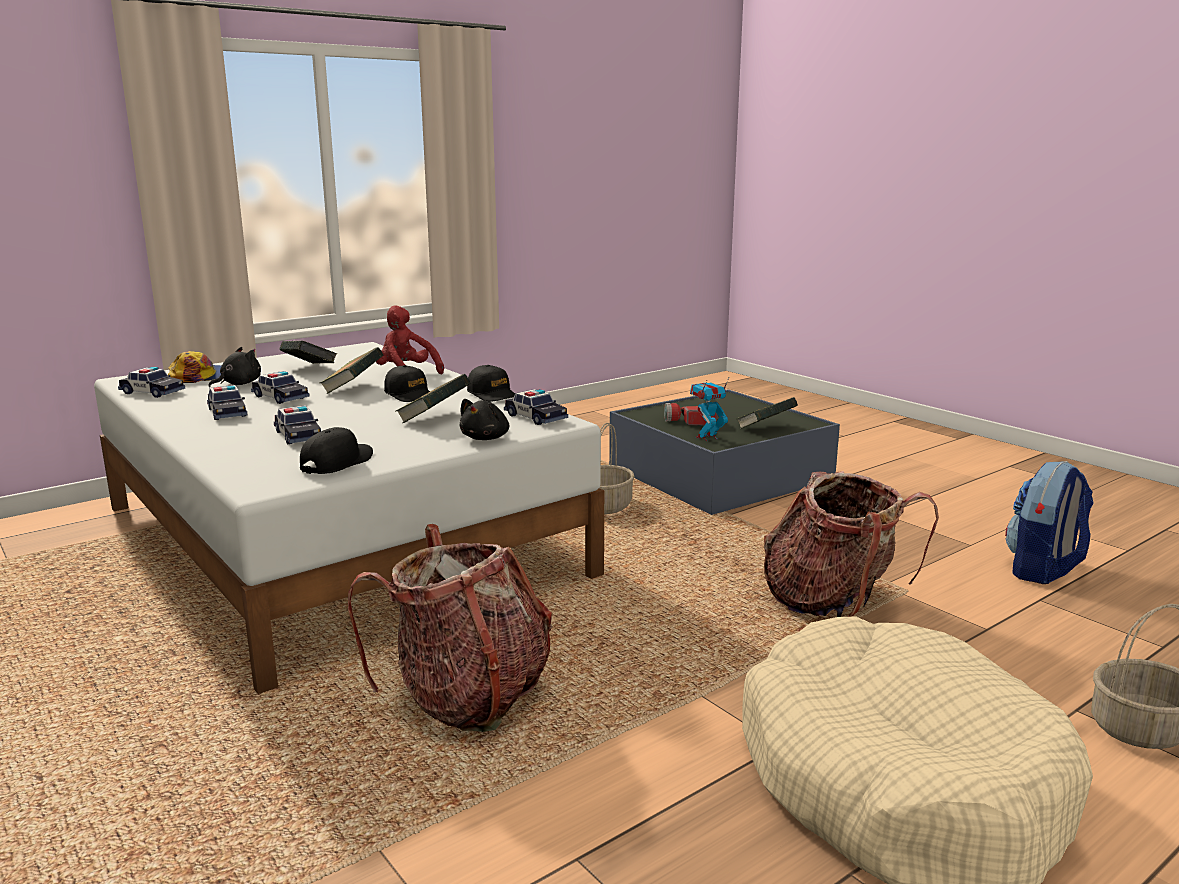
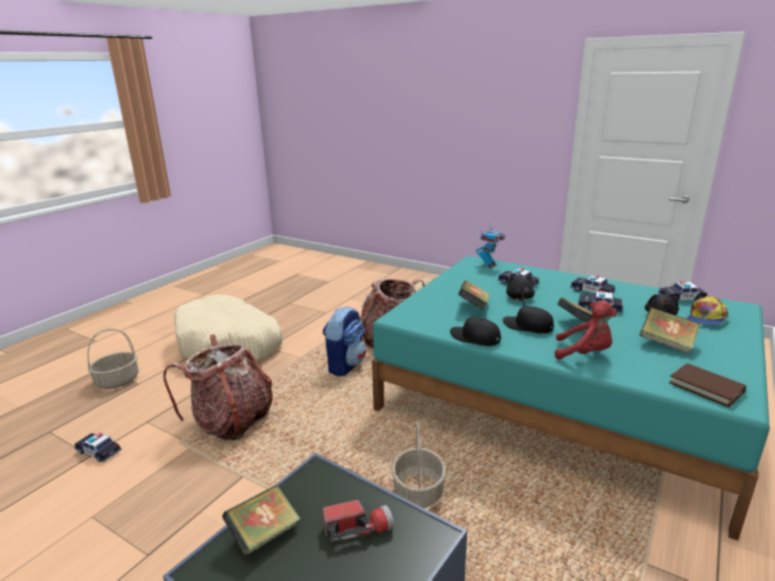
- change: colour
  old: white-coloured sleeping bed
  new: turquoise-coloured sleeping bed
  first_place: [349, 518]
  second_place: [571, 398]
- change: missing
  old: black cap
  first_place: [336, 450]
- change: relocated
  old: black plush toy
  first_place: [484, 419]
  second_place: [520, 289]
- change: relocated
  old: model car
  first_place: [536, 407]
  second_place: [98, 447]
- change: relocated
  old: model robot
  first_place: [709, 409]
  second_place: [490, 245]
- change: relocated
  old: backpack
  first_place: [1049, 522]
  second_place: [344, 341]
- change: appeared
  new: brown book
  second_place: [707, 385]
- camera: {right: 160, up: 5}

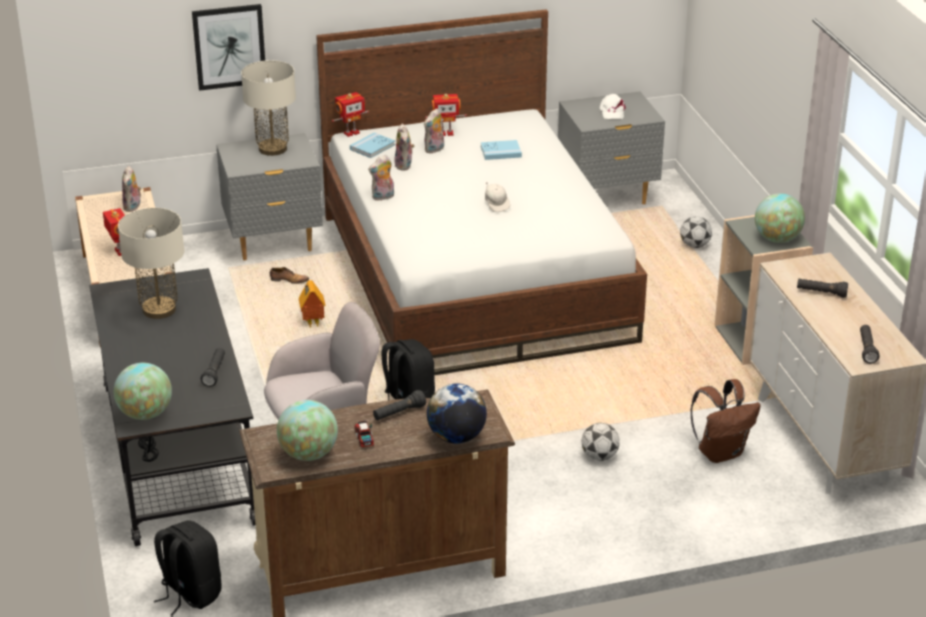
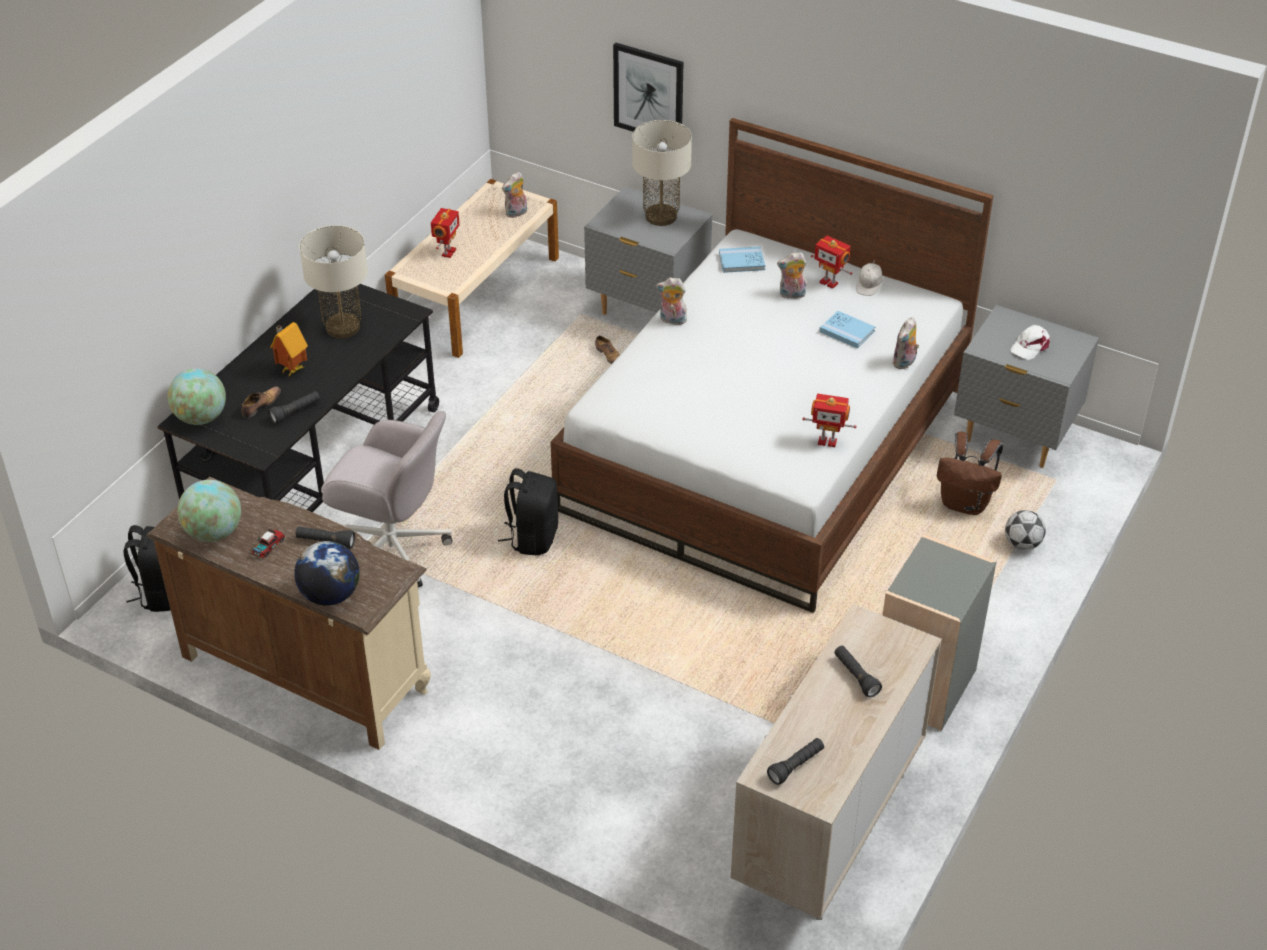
- change: relocated
  old: miniature house
  first_place: [312, 304]
  second_place: [289, 349]
- change: relocated
  old: model robot
  first_place: [350, 114]
  second_place: [829, 420]
- change: relocated
  old: plush toy
  first_place: [404, 147]
  second_place: [905, 343]
- change: relocated
  old: white-coloured cap
  first_place: [497, 197]
  second_place: [869, 278]
- change: missing
  old: football ball
  first_place: [601, 442]
- change: relocated
  old: brown backpack
  first_place: [725, 421]
  second_place: [970, 473]
- change: missing
  old: globe
  first_place: [780, 218]
- change: appeared
  new: shoe
  second_place: [261, 402]
- camera: {right: 45, up: 10}

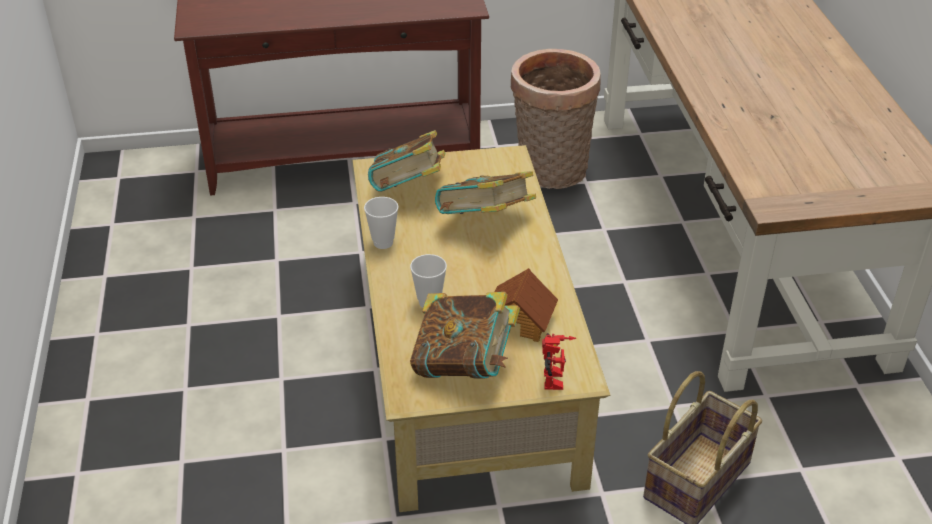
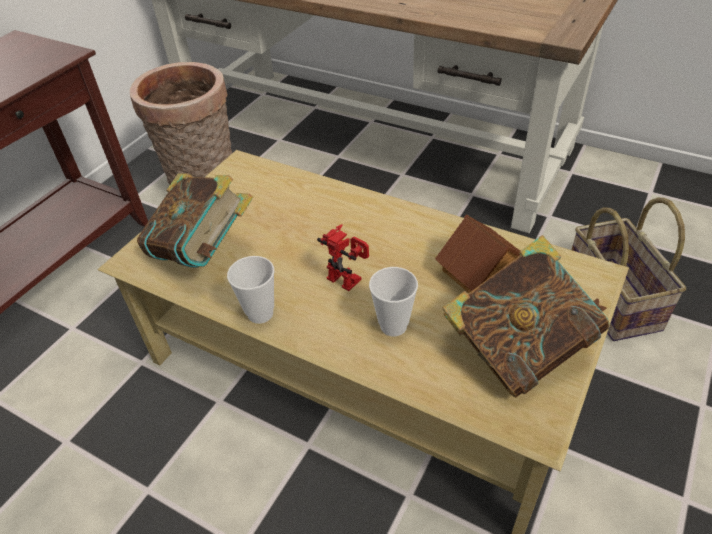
- change: missing
  old: book
  first_place: [485, 192]
- change: relocated
  old: model robot
  first_place: [559, 361]
  second_place: [343, 257]
- camera: {right: -50, up: 5}

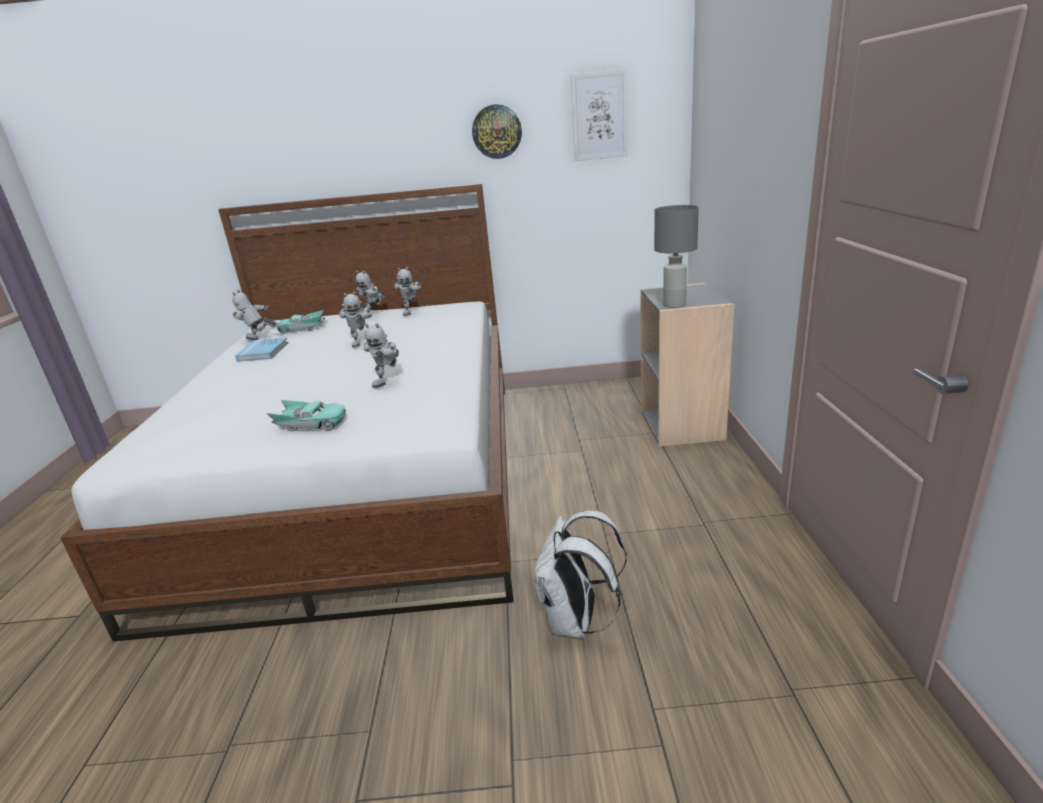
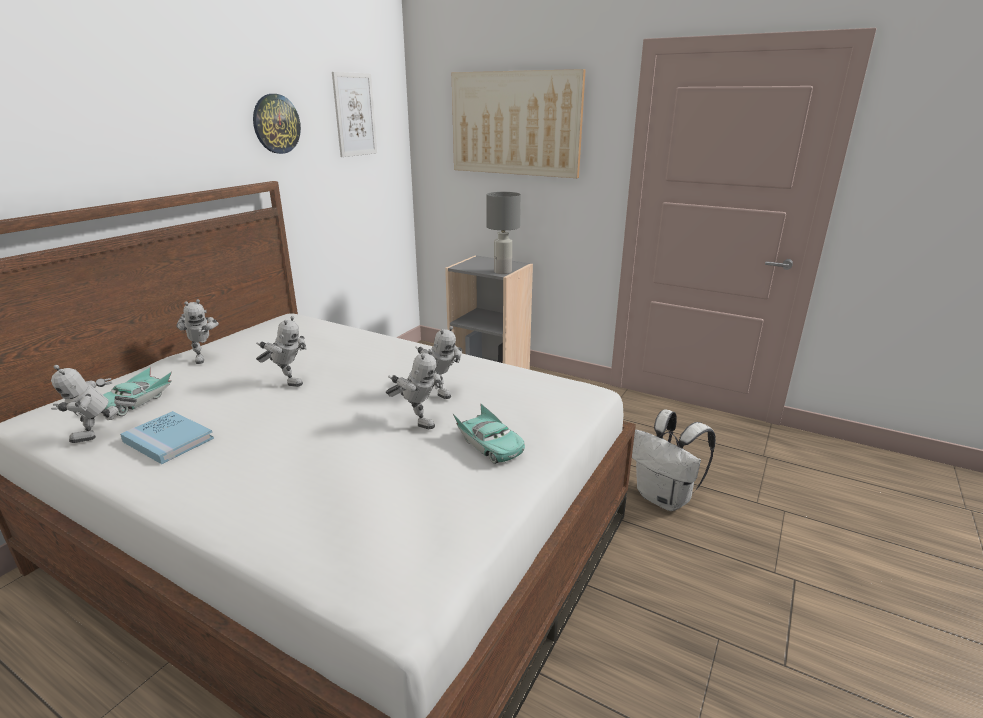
- change: spun
  old: turquoise-coloured model car
  first_place: [306, 415]
  second_place: [489, 433]
  degrees: 105
- change: relocated
  old: model robot
  first_place: [407, 291]
  second_place: [414, 389]
- change: appeared
  new: picture
  second_place: [519, 123]
- camera: {right: -60, up: 0}

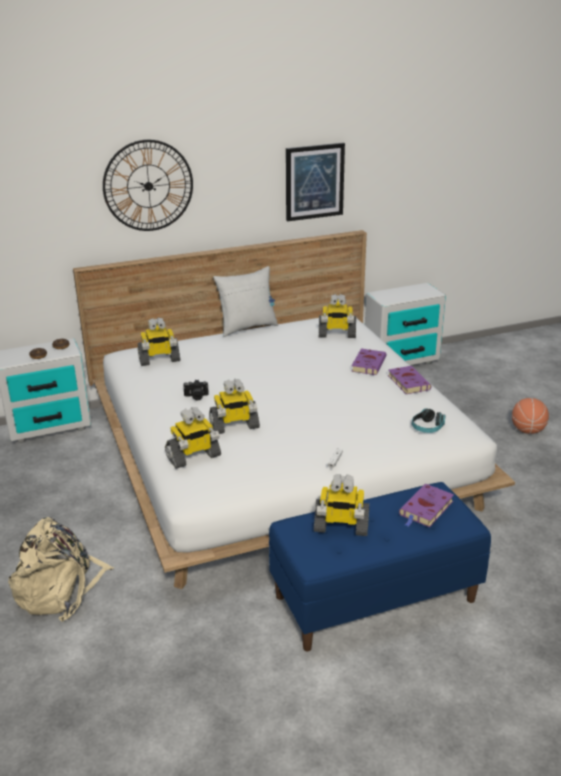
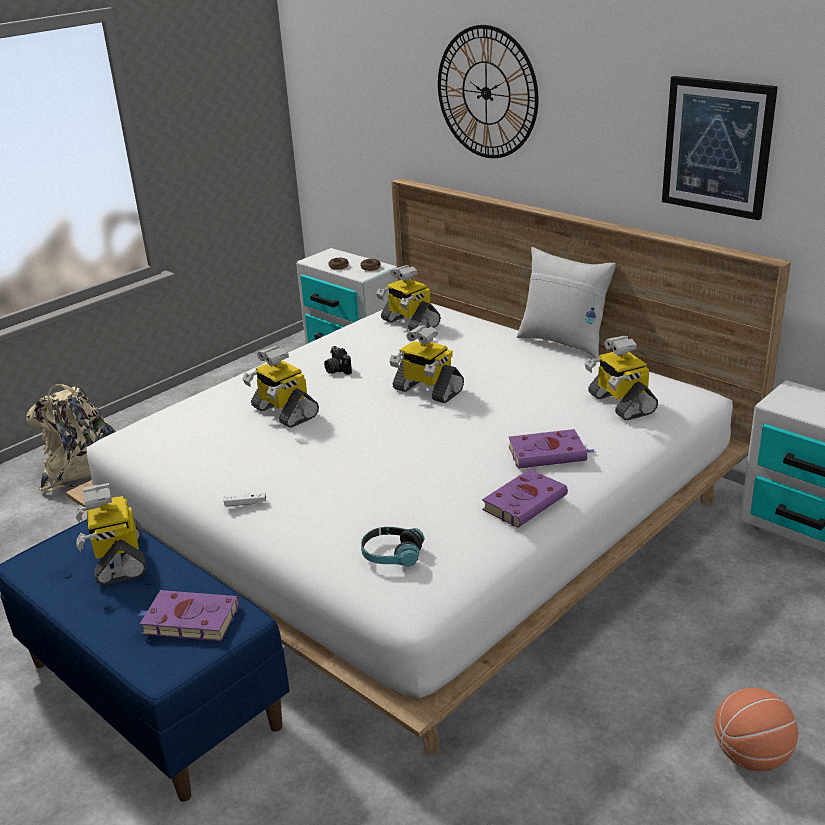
- change: relocated
  old: model robot
  first_place: [193, 438]
  second_place: [426, 364]
- camera: {right: 65, up: 0}

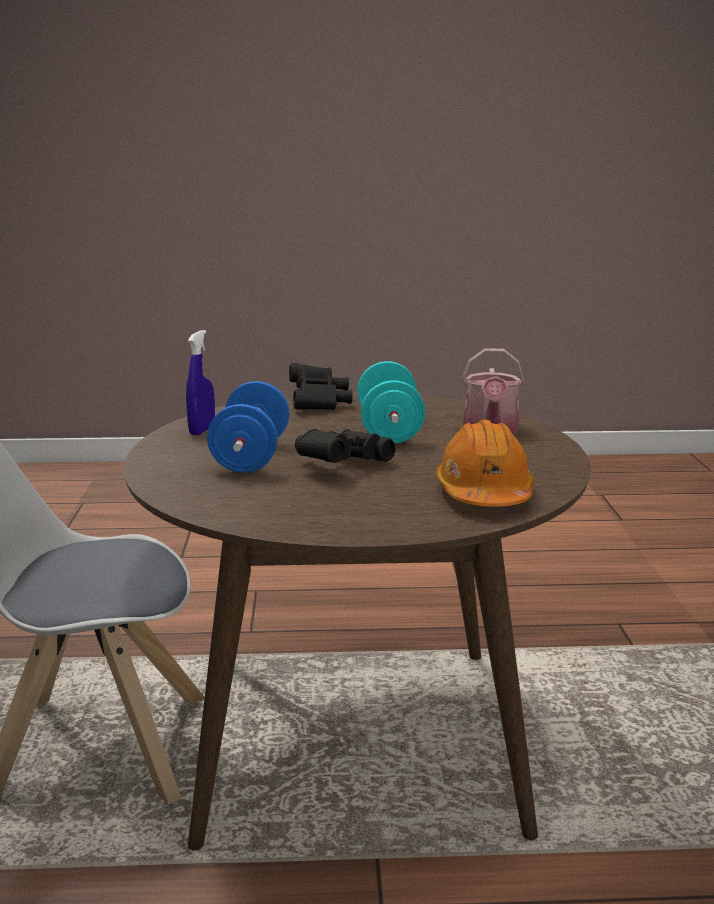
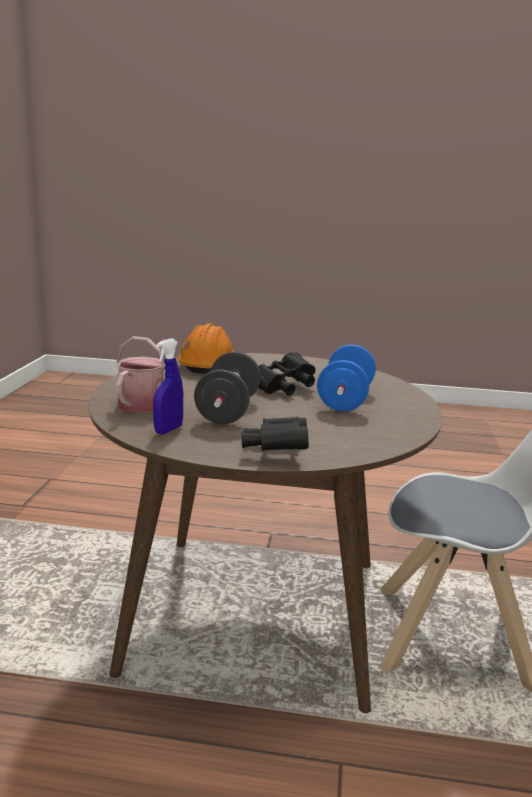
- change: relocated
  old: bluish hand sprayer
  first_place: [200, 382]
  second_place: [168, 386]
- change: colour
  old: turquoise-coloured hand weight
  new: black hand weight
  first_place: [391, 402]
  second_place: [227, 387]
- camera: {right: -170, up: 0}

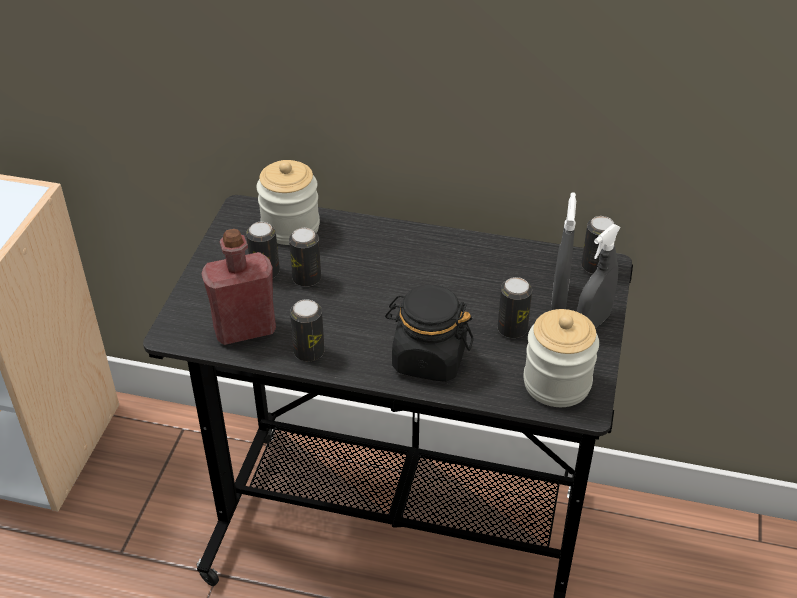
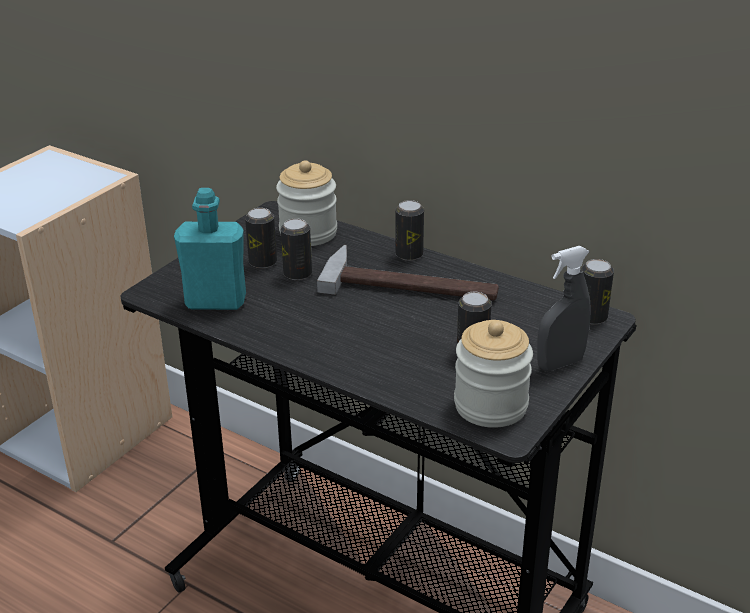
- change: colour
  old: red-coloured bottle
  new: turquoise-coloured bottle
  first_place: [238, 287]
  second_place: [210, 249]
- change: relocated
  old: sealed can
  first_place: [307, 330]
  second_place: [409, 230]
- change: missing
  old: black preserve jar
  first_place: [429, 333]
- change: missing
  old: greyish hand sprayer
  first_place: [563, 251]
- change: appeared
  new: tool hammer
  second_place: [408, 272]
- camera: {right: 20, up: -10}

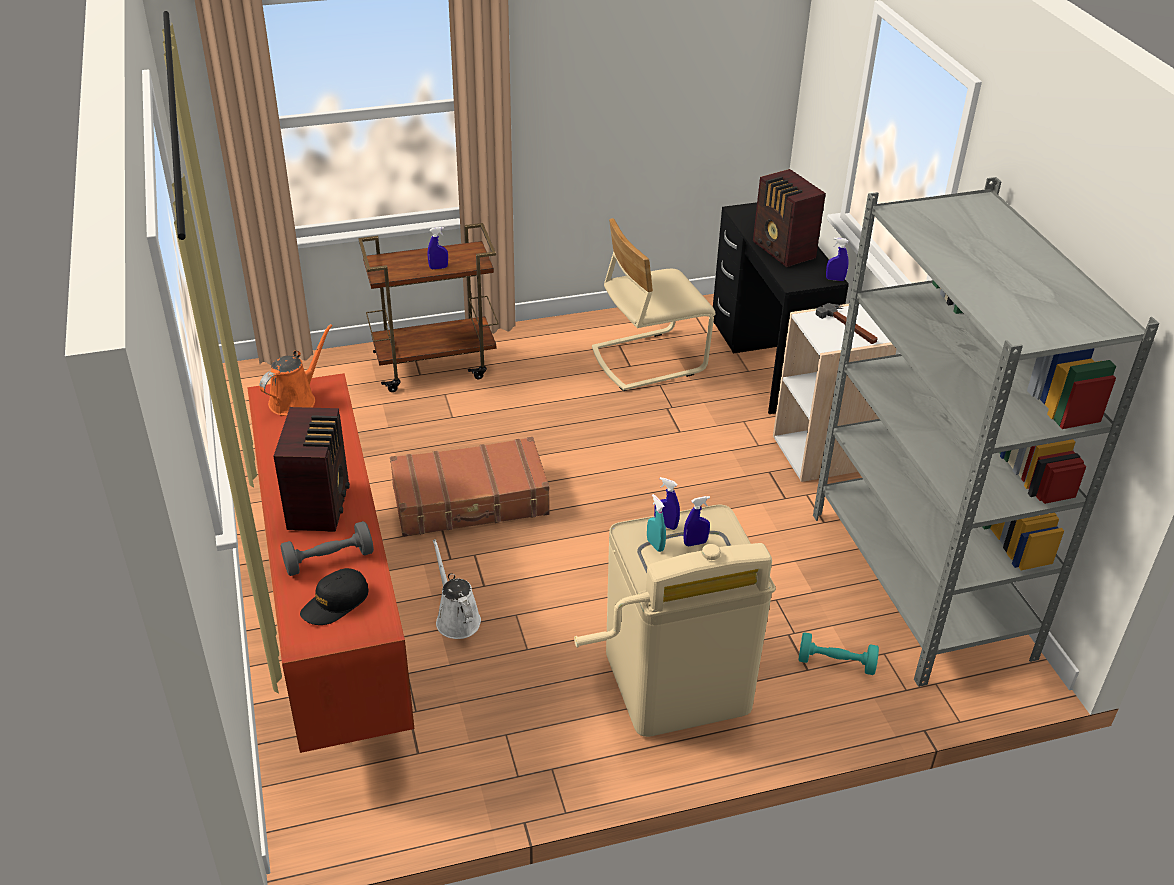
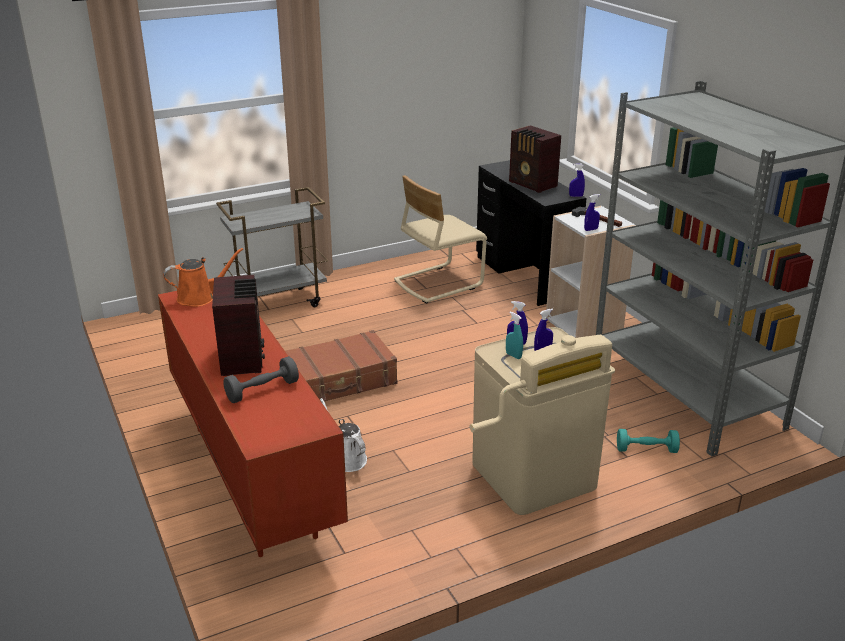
- change: spun
  old: orangey watering can
  first_place: [295, 370]
  second_place: [203, 277]
  degrees: 45
- change: missing
  old: black cap
  first_place: [334, 596]
- change: colour
  old: brown trolley
  new: greyish trolley
  first_place: [428, 307]
  second_place: [272, 247]
- change: relocated
  old: bluish hand sprayer
  first_place: [438, 248]
  second_place: [592, 212]
- camera: {right: -10, up: -10}

